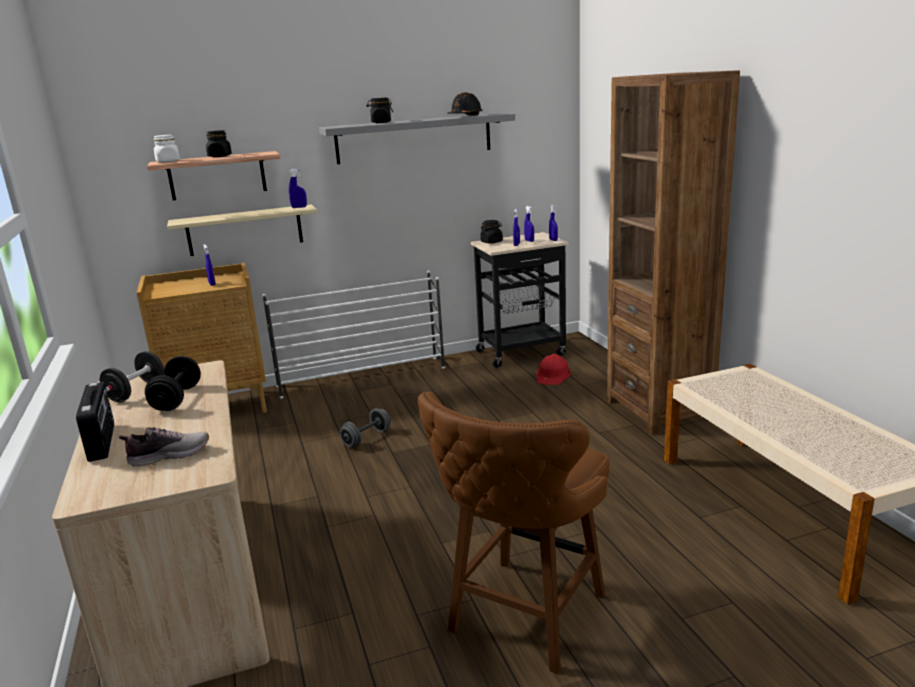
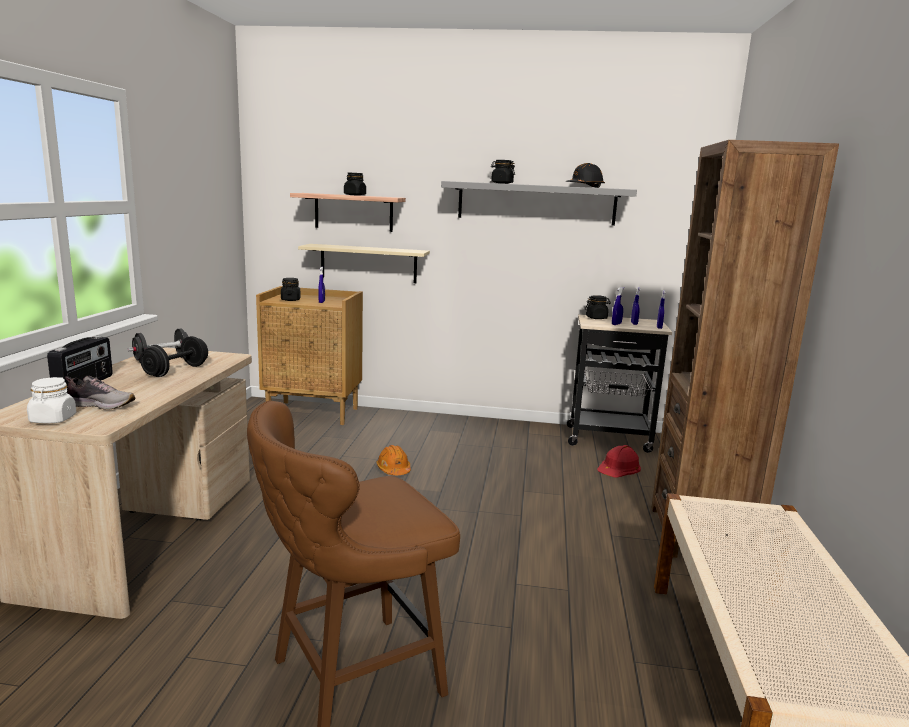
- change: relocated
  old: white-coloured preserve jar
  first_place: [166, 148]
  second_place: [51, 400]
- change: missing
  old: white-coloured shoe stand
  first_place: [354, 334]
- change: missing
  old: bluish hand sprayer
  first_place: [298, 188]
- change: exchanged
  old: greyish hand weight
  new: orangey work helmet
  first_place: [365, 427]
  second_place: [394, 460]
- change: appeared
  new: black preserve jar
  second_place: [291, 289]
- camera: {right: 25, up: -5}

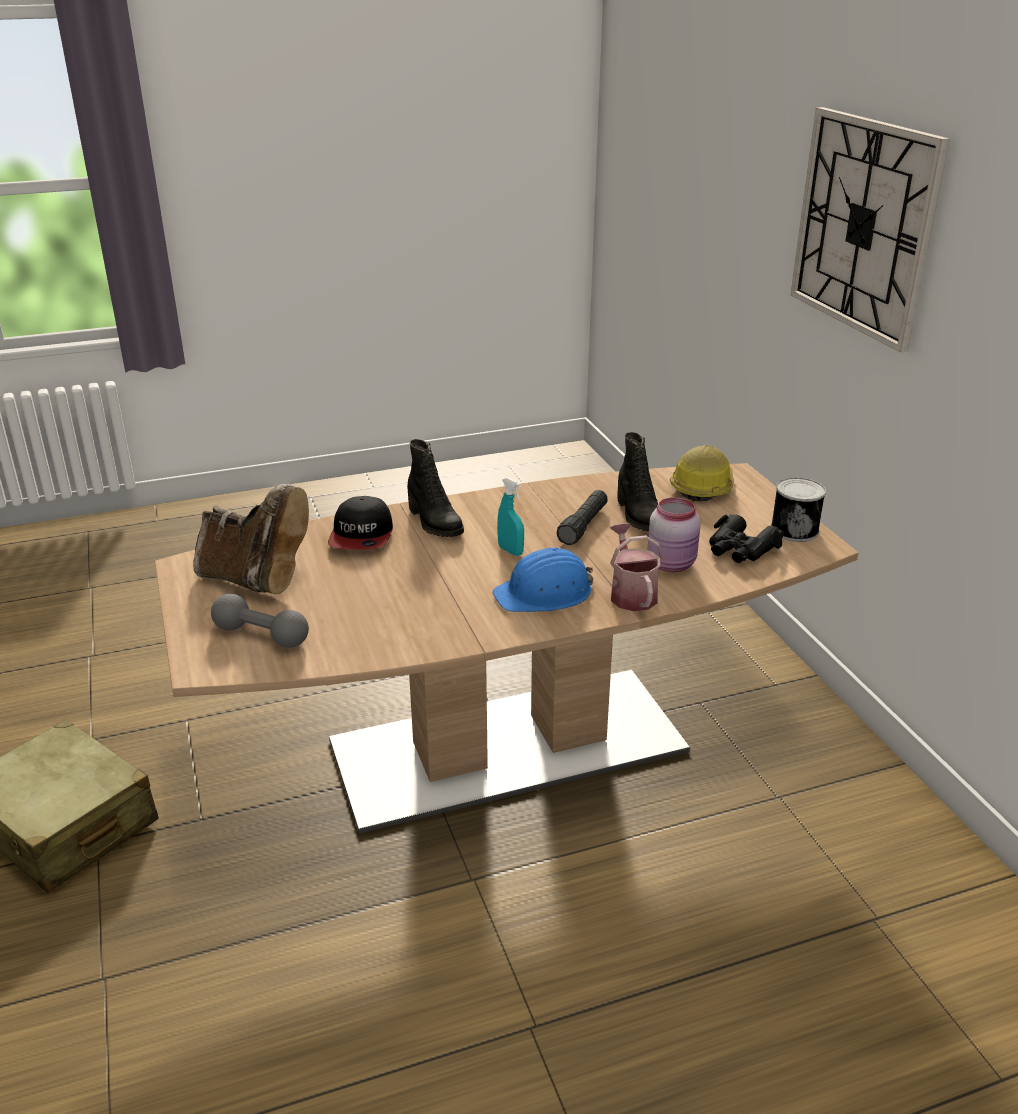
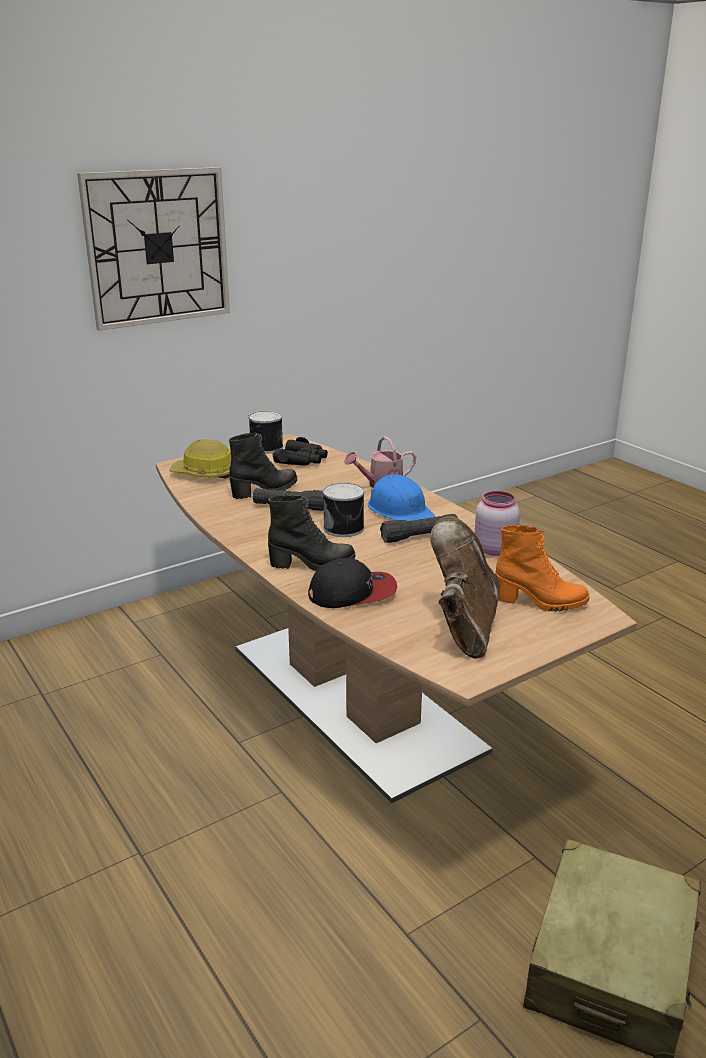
- change: exchanged
  old: greyish hand weight
  new: orangey boot
  first_place: [260, 621]
  second_place: [542, 568]
- change: spun
  old: black boot
  first_place: [435, 488]
  second_place: [311, 533]
  degrees: 45
- change: exchanged
  old: turquoise-coloured hand sprayer
  new: sealed can
  first_place: [510, 516]
  second_place: [343, 509]
- change: relocated
  old: pink preserve jar
  first_place: [673, 534]
  second_place: [497, 523]
- change: appeared
  new: black torch
  second_place: [419, 528]
- camera: {right: -105, up: -5}

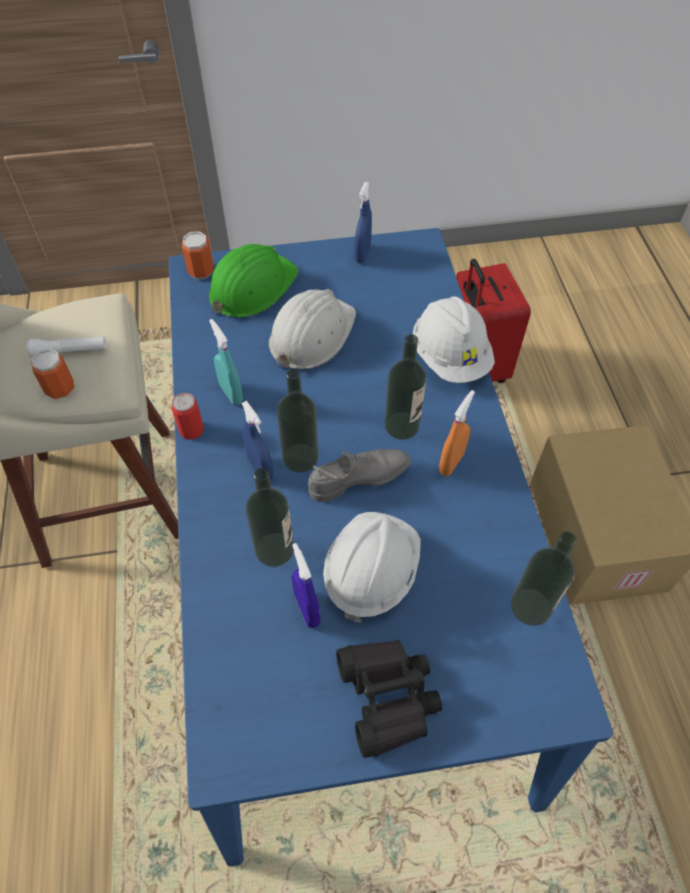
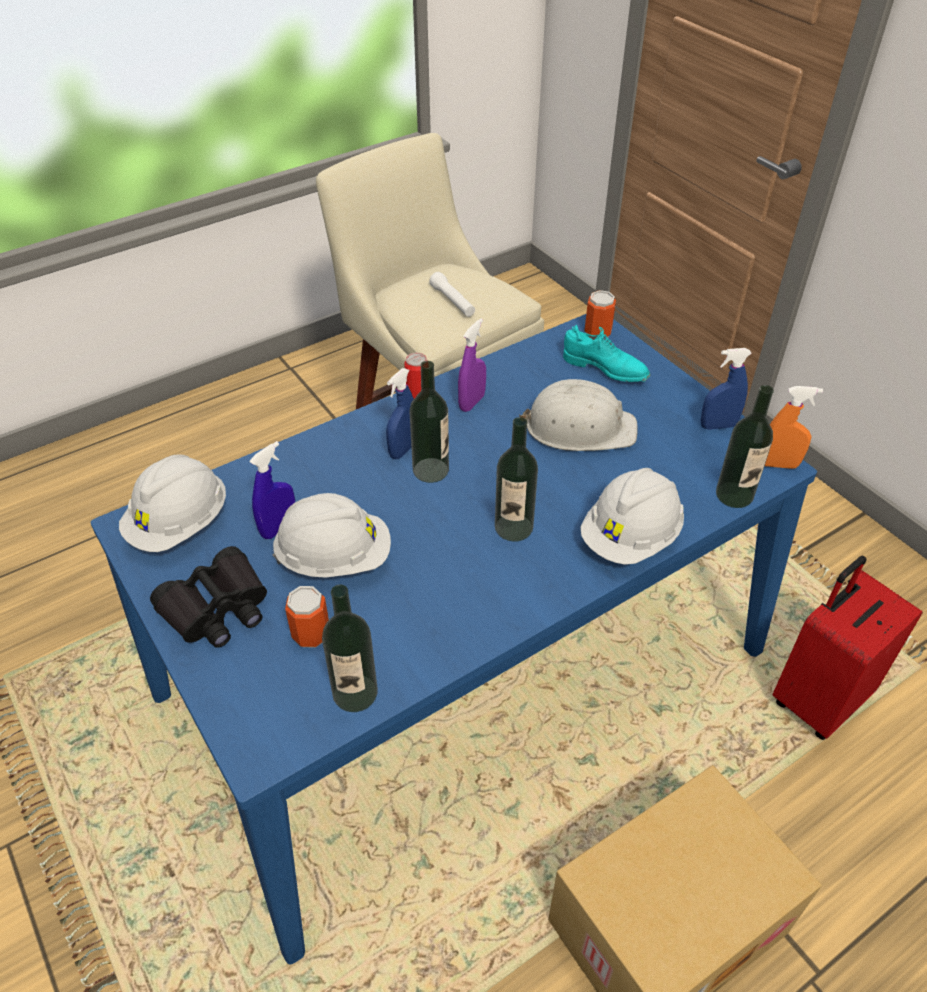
- change: relocated
  old: sealed can
  first_place: [52, 374]
  second_place: [307, 617]
- change: exchanged
  old: green-coloured work helmet
  new: turquoise-coloured shoe
  first_place: [254, 280]
  second_place: [606, 353]
- change: colour
  old: turquoise-coloured hand sprayer
  new: purple-coloured hand sprayer
  first_place: [226, 362]
  second_place: [472, 365]
- change: relocated
  old: bottle
  first_place: [270, 517]
  second_place: [745, 446]
- change: missing
  old: greyish shoe
  first_place: [359, 475]
- change: relocated
  old: orangey hand sprayer
  first_place: [457, 433]
  second_place: [794, 427]
- change: appeared
  new: white-coloured work helmet
  second_place: [172, 503]
- camera: {right: 65, up: -10}

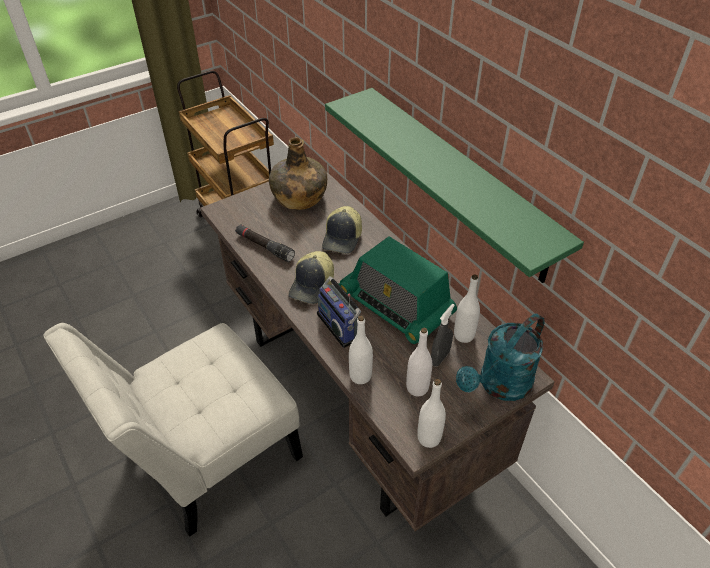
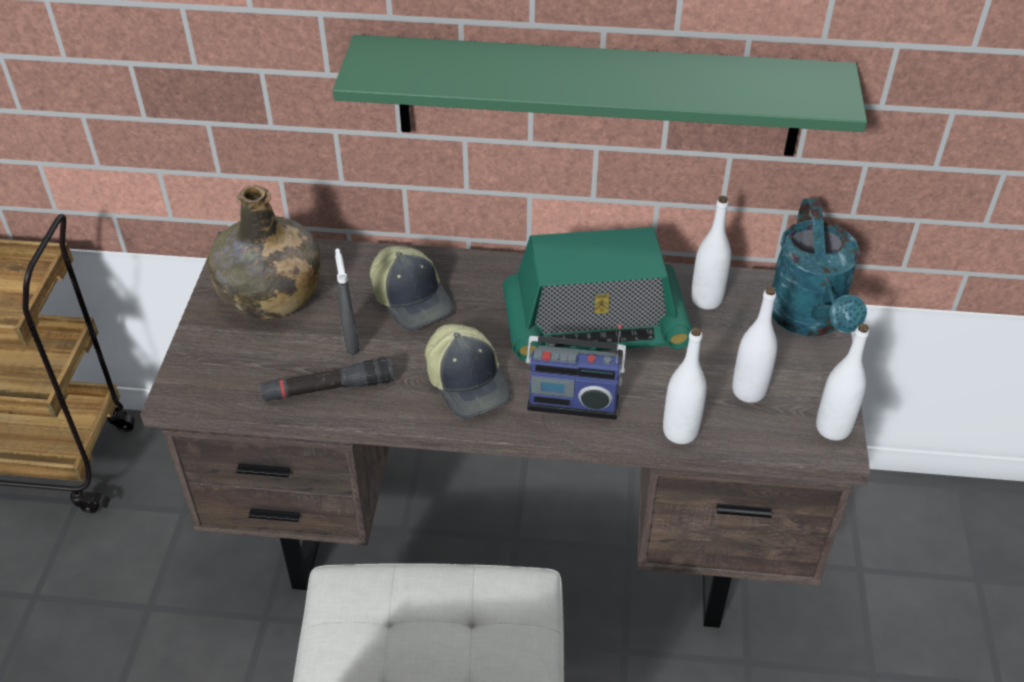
- change: relocated
  old: greyish hand sprayer
  first_place: [443, 335]
  second_place: [347, 301]
- camera: {right: -50, up: 0}

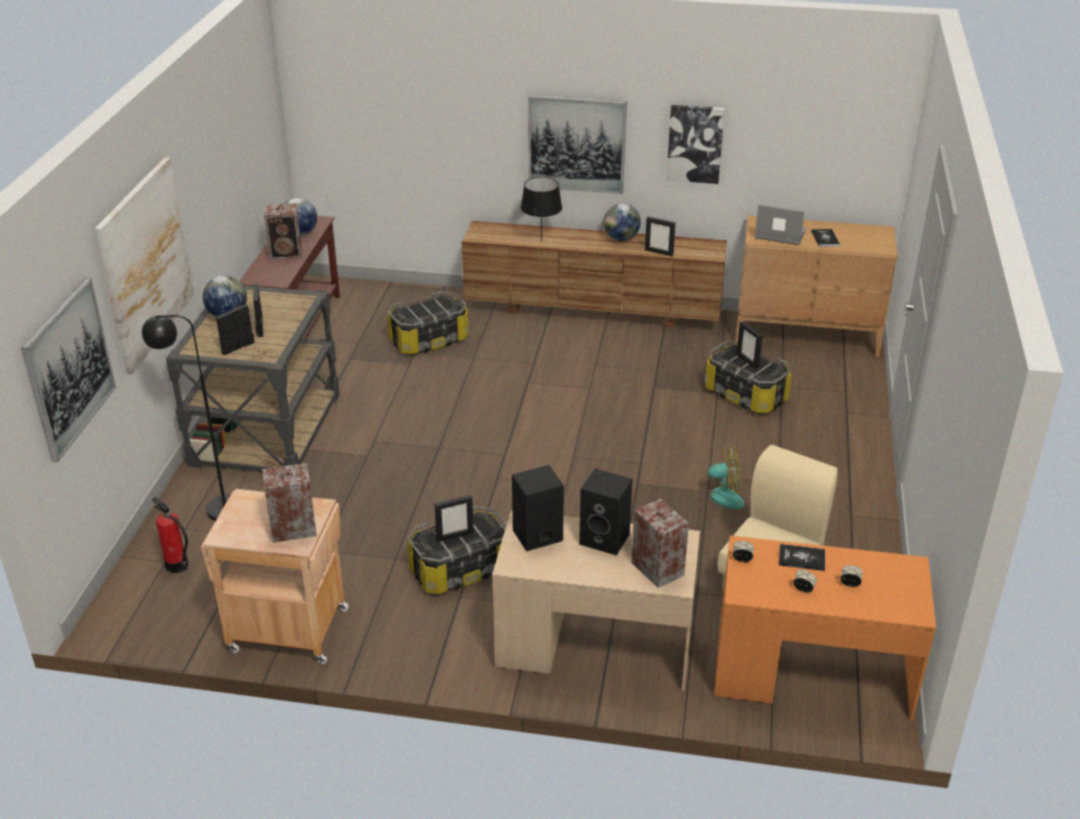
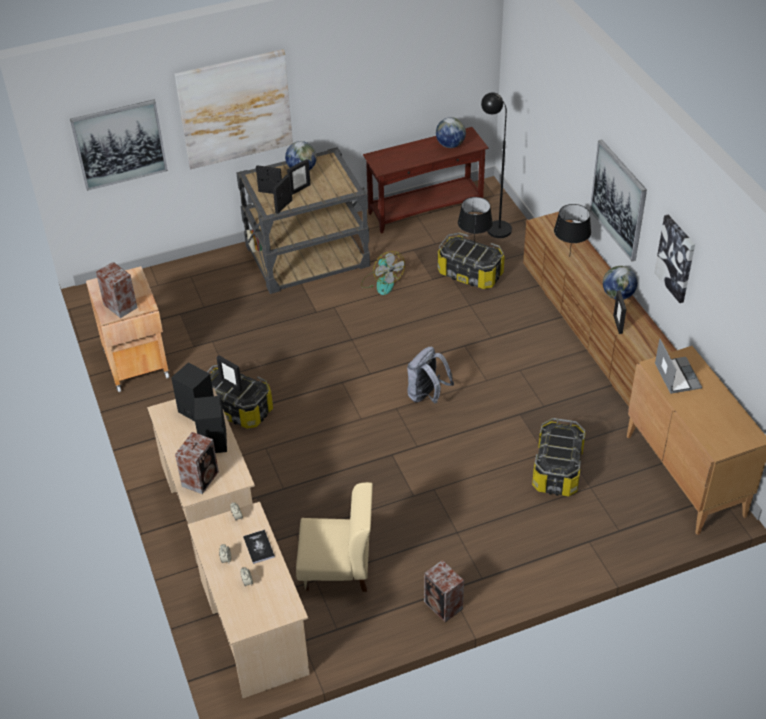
- change: relocated
  old: black floor lamp
  first_place: [186, 418]
  second_place: [496, 165]
- change: missing
  old: fire-fighting cylinder
  first_place: [169, 535]
- change: relocated
  old: speaker
  first_place: [283, 231]
  second_place: [444, 591]
- change: relocated
  old: fan
  first_place: [718, 481]
  second_place: [383, 273]
- change: colour
  old: orangey desk
  new: beige desk
  first_place: [825, 628]
  second_place: [248, 600]
- change: relocated
  old: picture frame
  first_place: [749, 345]
  second_place: [282, 194]
- change: missing
  old: book
  first_place: [825, 238]
- change: appeared
  new: greyish backpack
  second_place: [430, 375]
- change: appeared
  new: black table lamp
  second_place: [475, 222]
- camera: {right: 60, up: 10}

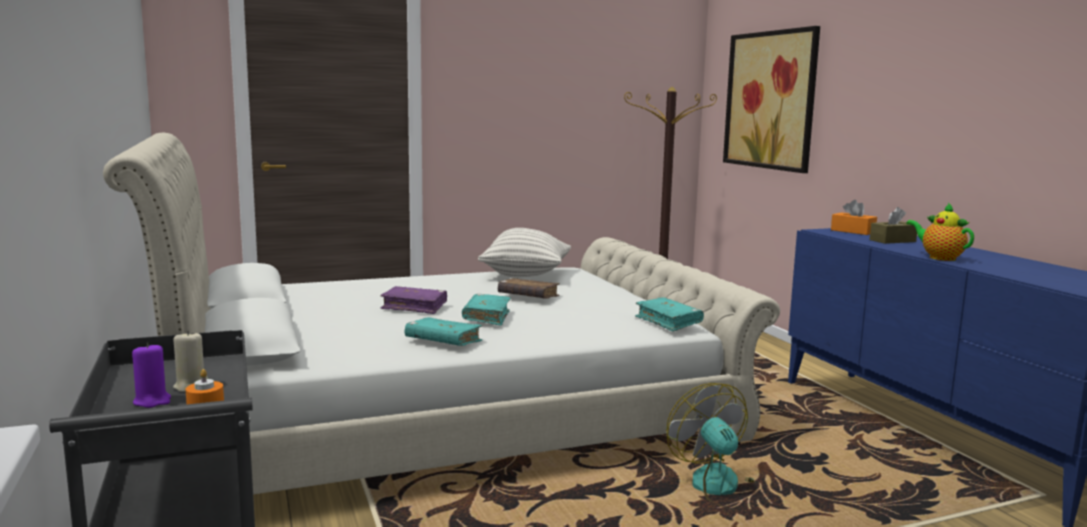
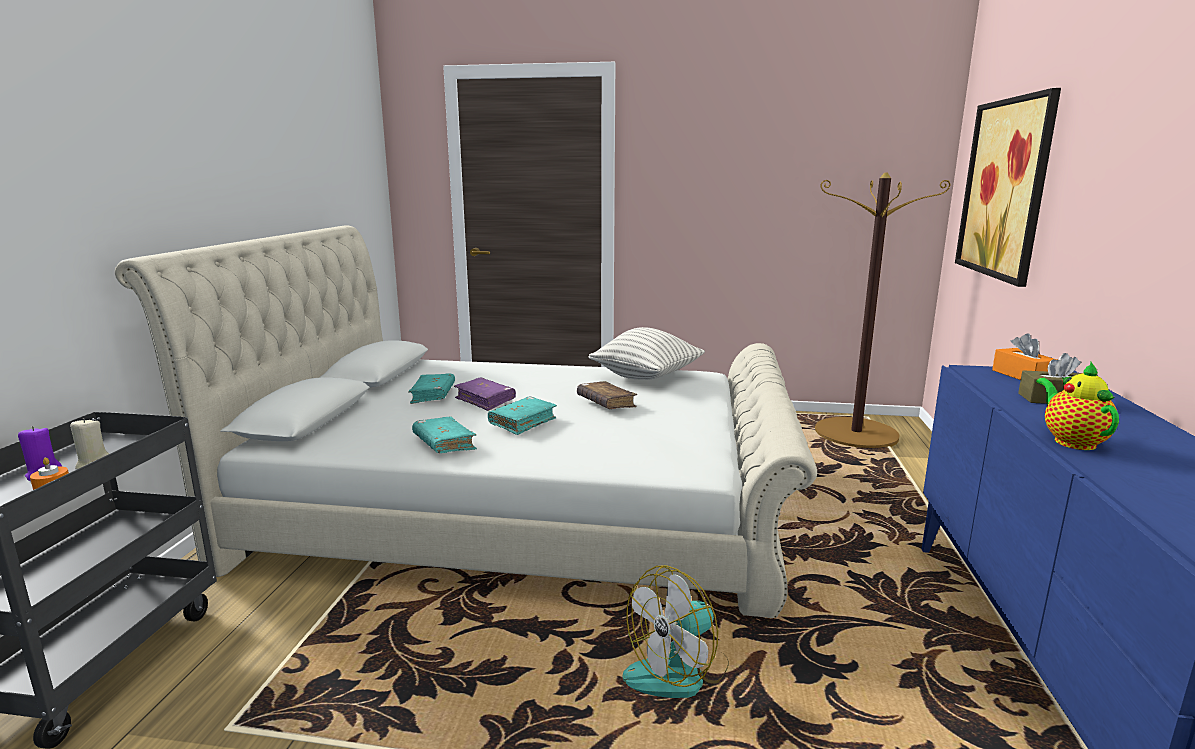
- change: relocated
  old: turquoise-coloured book
  first_place: [669, 314]
  second_place: [431, 389]
- change: spun
  old: fan
  first_place: [710, 447]
  second_place: [676, 631]
  degrees: -135
- camera: {right: 30, up: 5}

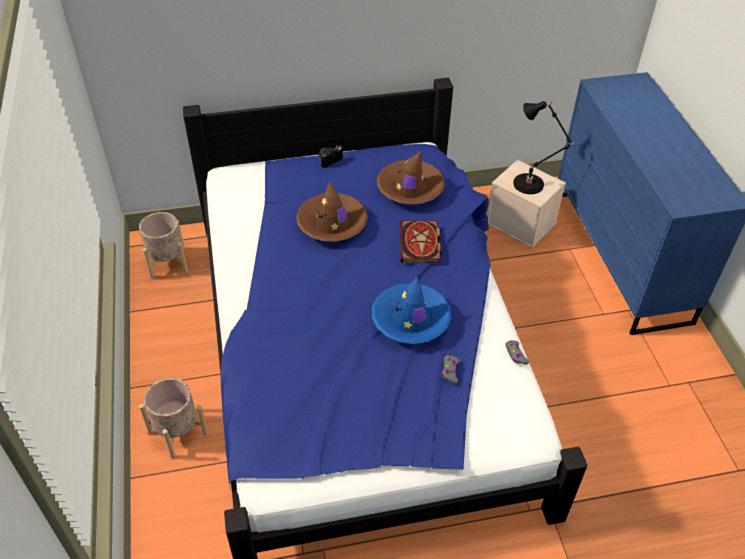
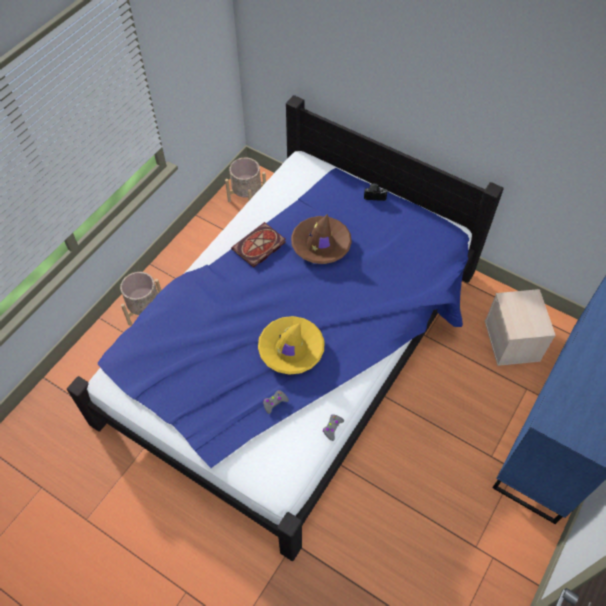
- change: colour
  old: bluish wearable hat
  new: yellowish wearable hat
  first_place: [412, 310]
  second_place: [291, 345]
- change: missing
  old: brown wearable hat
  first_place: [411, 178]
- change: relocated
  old: book
  first_place: [421, 242]
  second_place: [258, 245]
- change: missing
  old: black table lamp
  first_place: [543, 147]
- camera: {right: 45, up: 10}

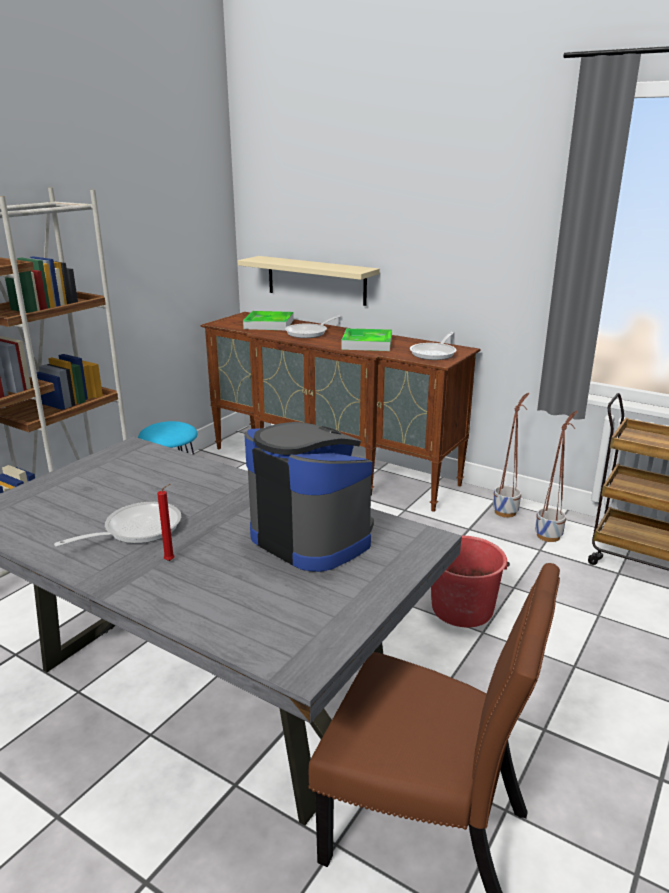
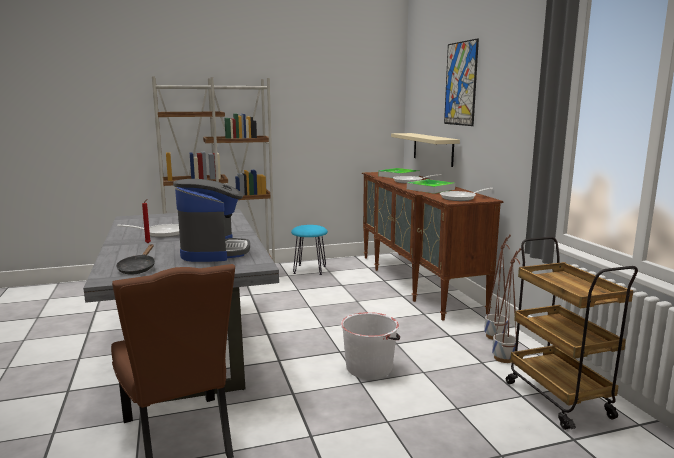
- change: colour
  old: red-coloured water bucket
  new: white-coloured water bucket
  first_place: [470, 581]
  second_place: [370, 345]
- change: appeared
  new: black skillet
  second_place: [135, 259]
- change: appeared
  new: picture
  second_place: [461, 82]
- camera: {right: 40, up: -10}

